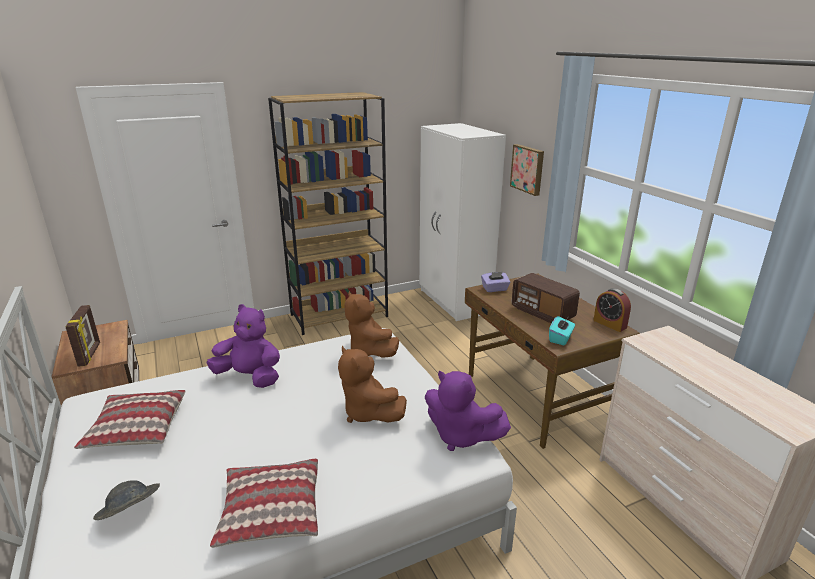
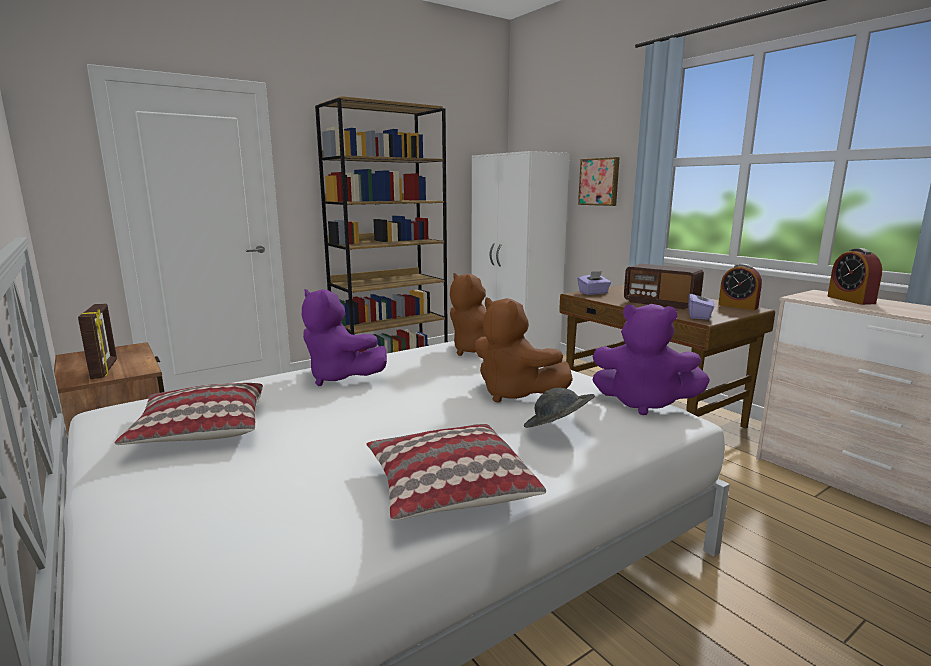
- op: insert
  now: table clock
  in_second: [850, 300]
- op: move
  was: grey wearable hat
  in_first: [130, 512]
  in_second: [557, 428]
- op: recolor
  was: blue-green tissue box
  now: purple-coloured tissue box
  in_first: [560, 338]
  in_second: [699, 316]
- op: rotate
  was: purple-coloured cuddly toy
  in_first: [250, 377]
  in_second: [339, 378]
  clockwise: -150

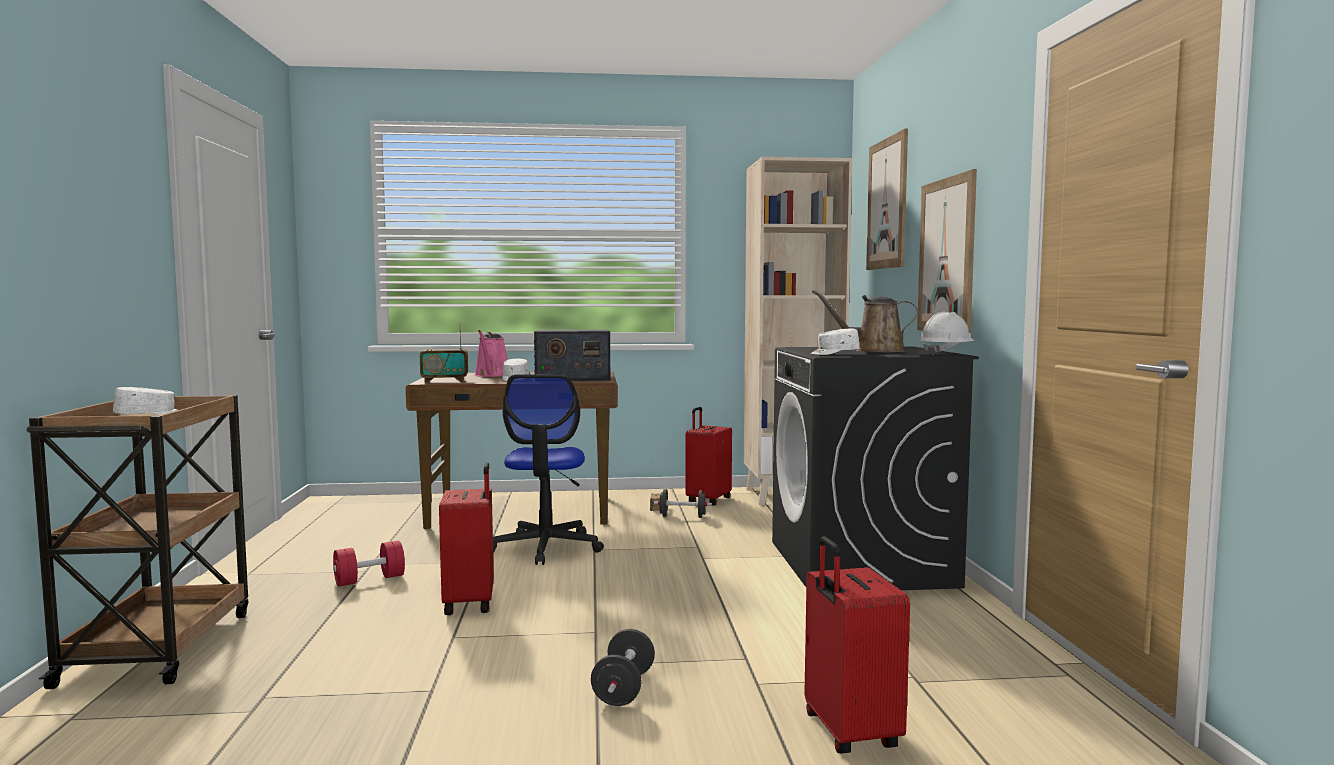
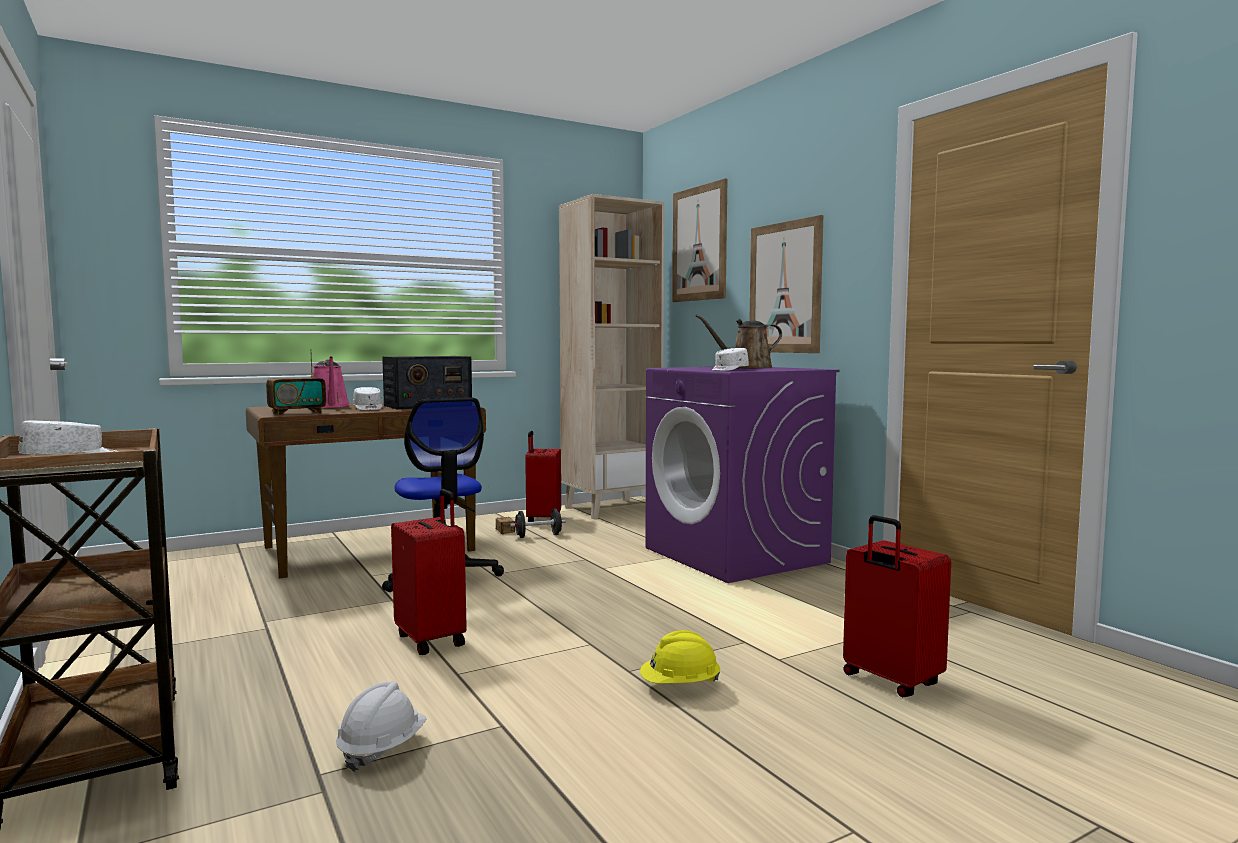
- op: delete
  was: red free weight
  in_first: [369, 580]
- op: move
  was: whitish work helmet
  in_first: [945, 354]
  in_second: [381, 749]
- op: replace
  was: black free weight
  now: yellow work helmet
  in_first: [624, 689]
  in_second: [680, 686]
- op: recolor
  was: black laundry machine
  now: purple-coloured laundry machine
  in_first: [861, 564]
  in_second: [736, 555]

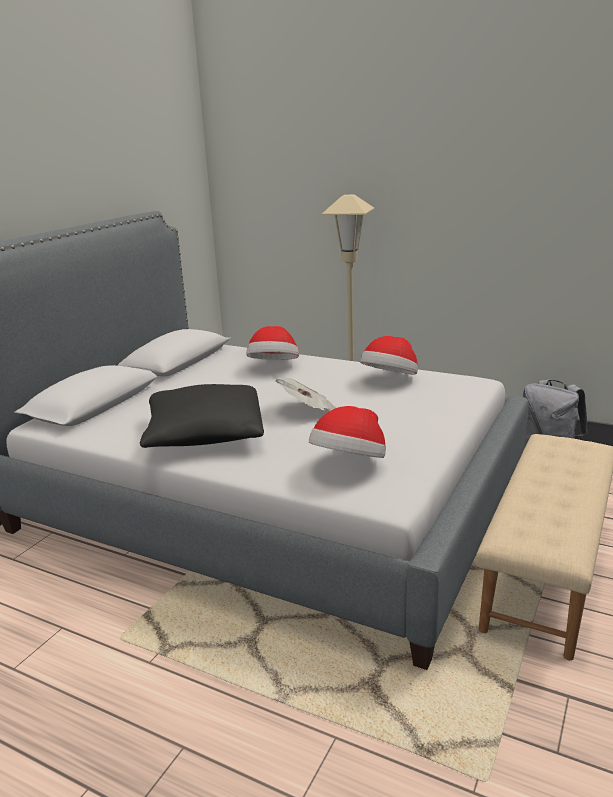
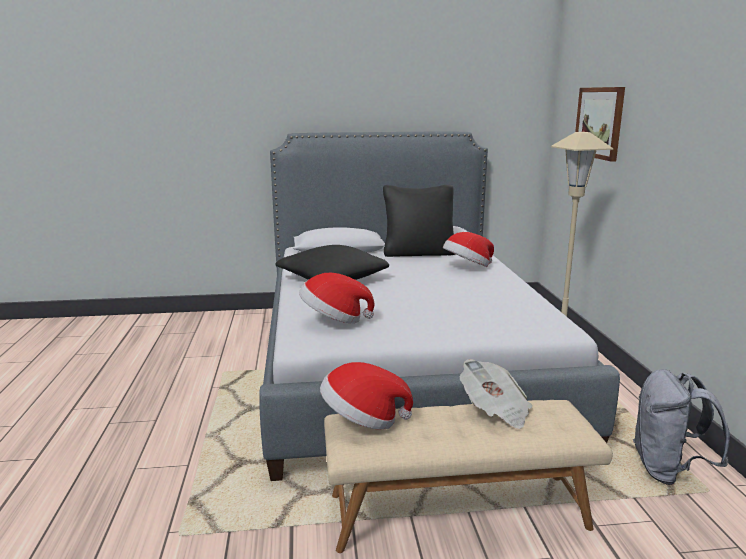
- op: insert
  now: black pillow
  in_second: [418, 253]
- op: insert
  now: wall picture
  in_second: [599, 122]
- op: move
  was: printed paper
  in_first: [308, 411]
  in_second: [495, 410]
- op: move
  was: wearable hat
  in_first: [390, 379]
  in_second: [363, 420]

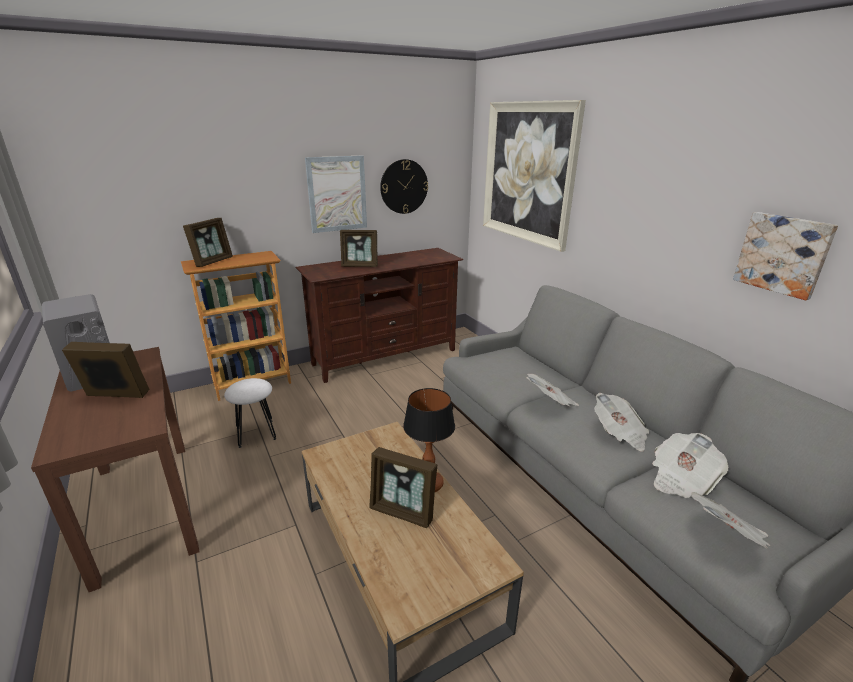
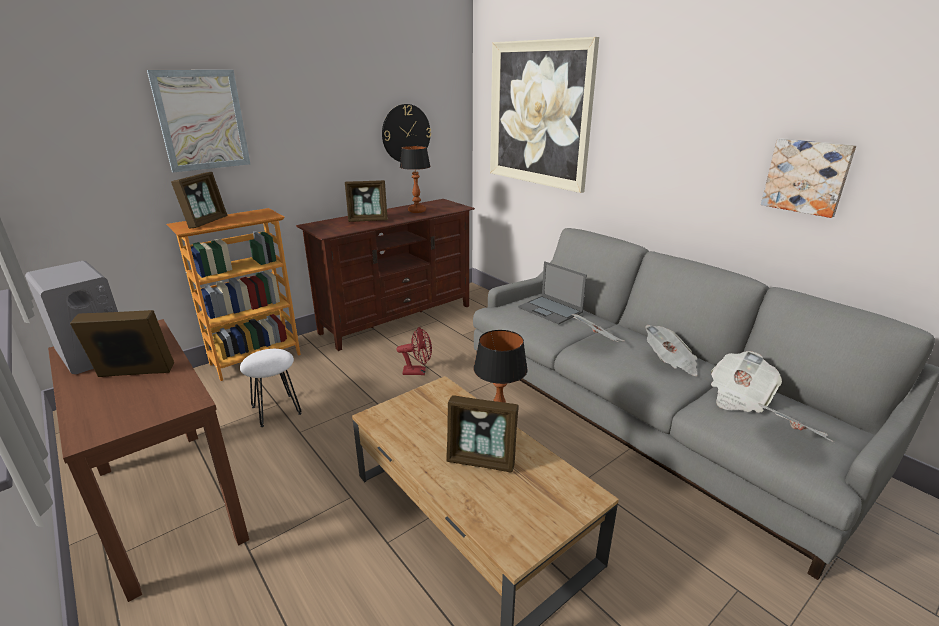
- op: insert
  now: red electric fan
  in_second: [418, 372]
- op: insert
  now: table lamp
  in_second: [417, 211]
- op: insert
  now: notebook computer
  in_second: [551, 310]
- op: move
  was: wall picture
  in_first: [337, 194]
  in_second: [202, 120]

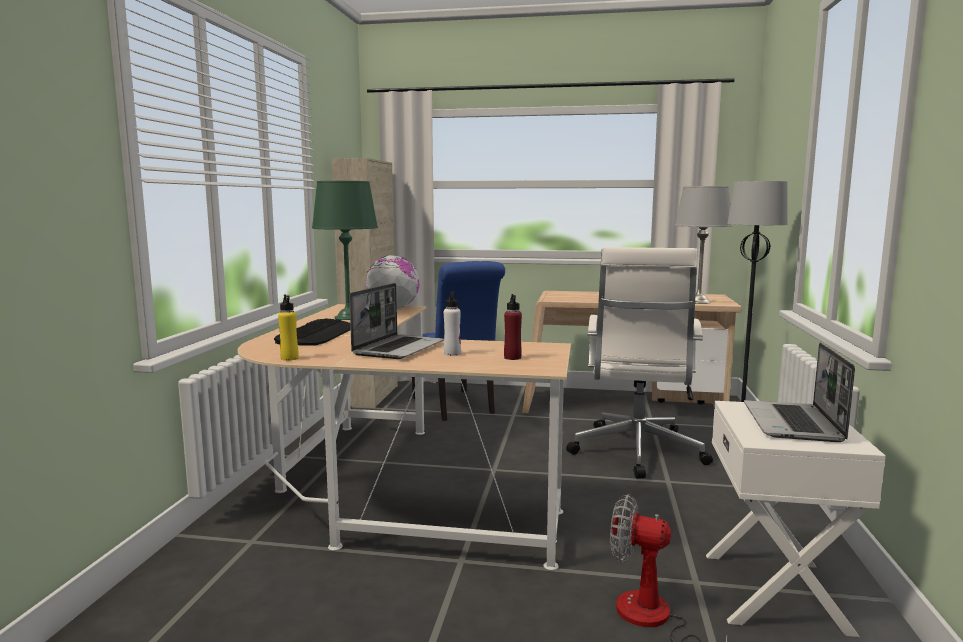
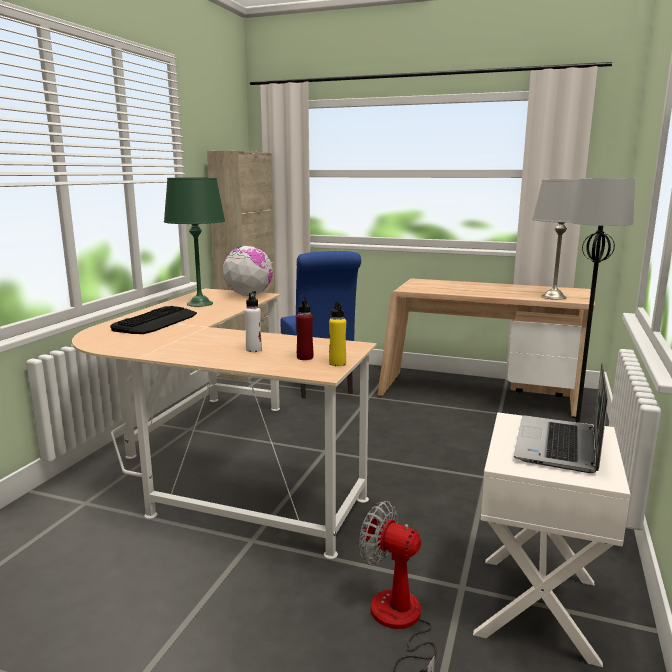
- op: delete
  was: notebook computer
  in_first: [399, 348]
- op: delete
  was: whitish desk chair
  in_first: [636, 452]
- op: move
  was: yellow drink bottle
  in_first: [289, 358]
  in_second: [337, 363]

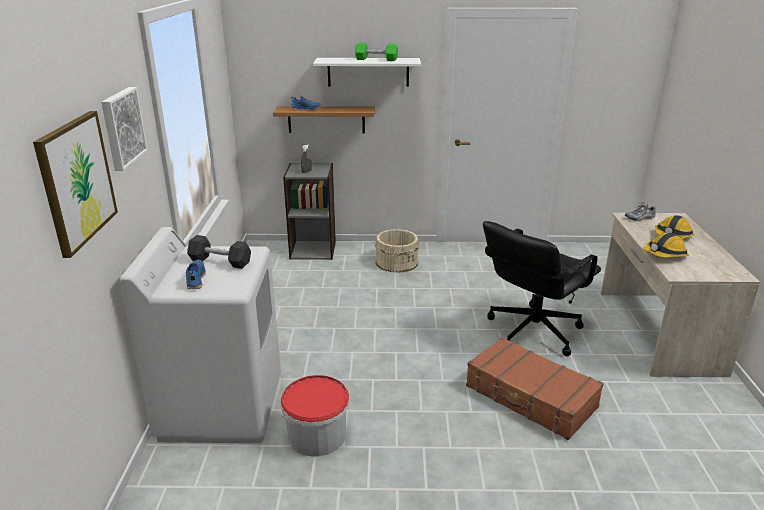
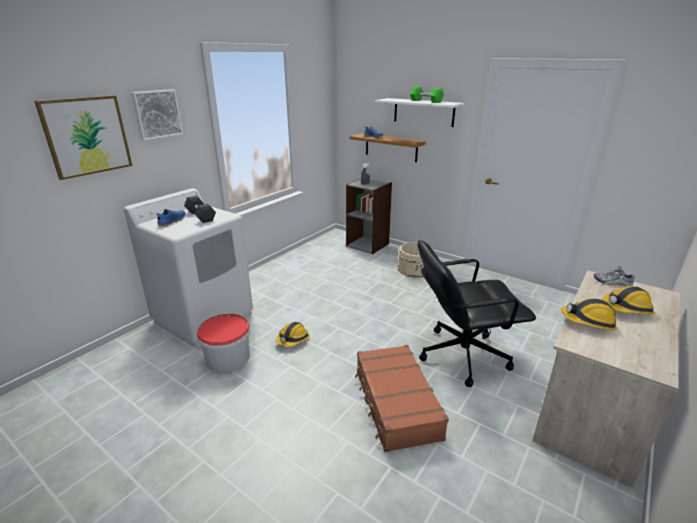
- op: insert
  now: work helmet
  in_second: [293, 340]

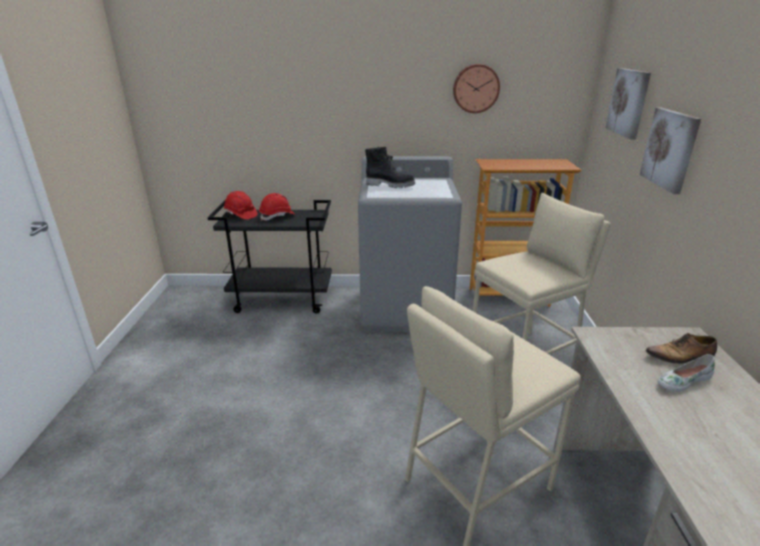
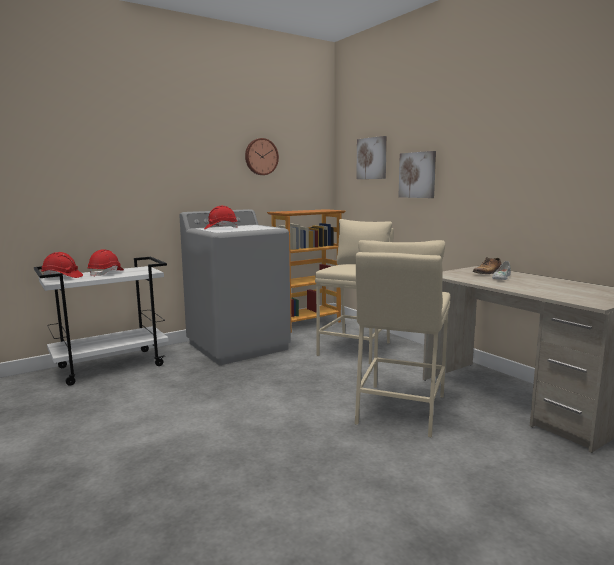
- op: replace
  was: black boot
  now: red work helmet
  in_first: [390, 185]
  in_second: [221, 228]
- op: recolor
  was: black wheeled cart
  now: whitish wheeled cart
  in_first: [283, 300]
  in_second: [112, 366]

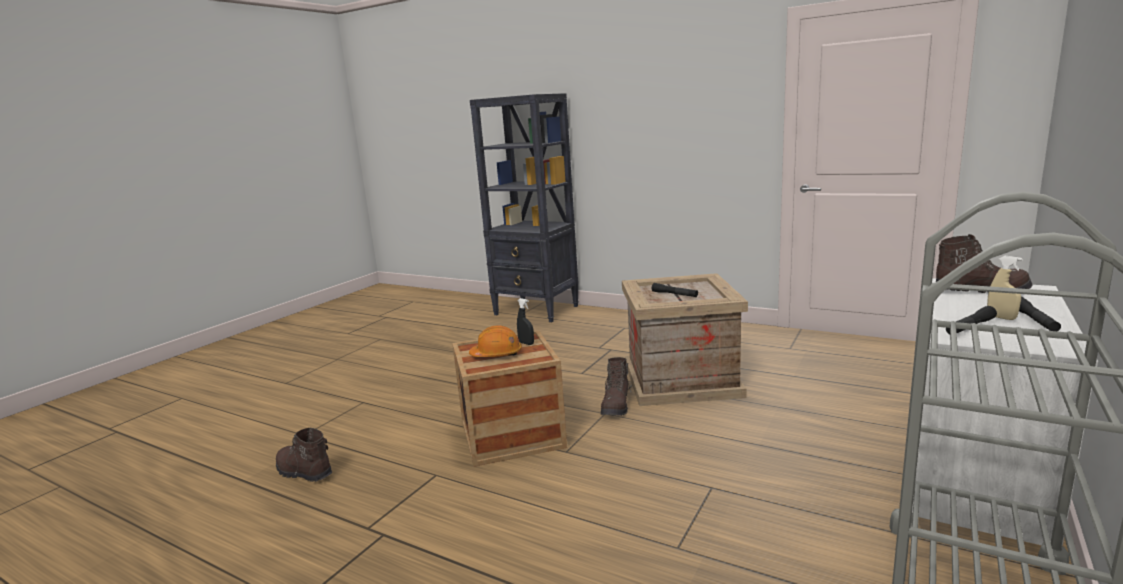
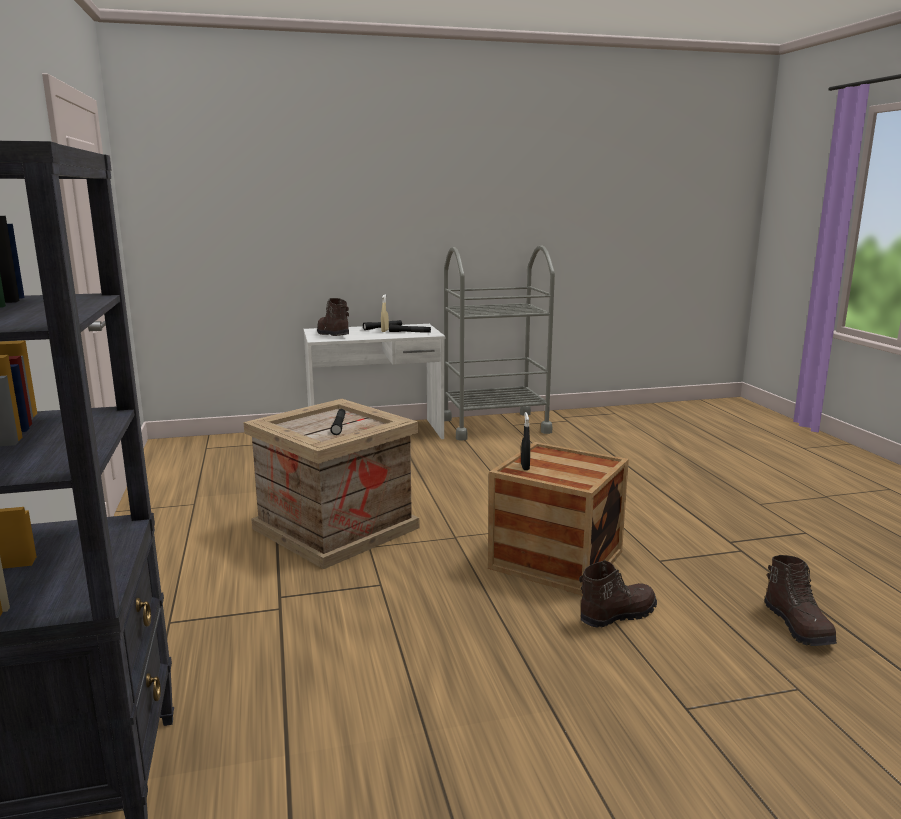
- op: delete
  was: orangey work helmet
  in_first: [497, 354]
- op: move
  was: brown boot
  in_first: [616, 405]
  in_second: [616, 615]

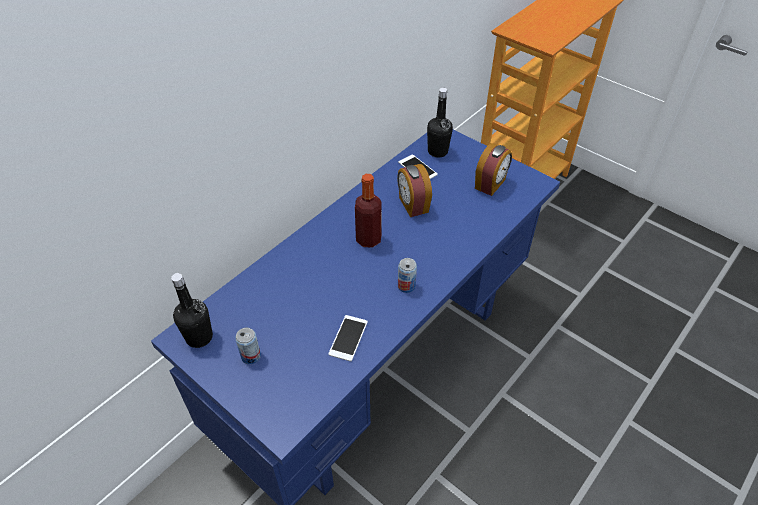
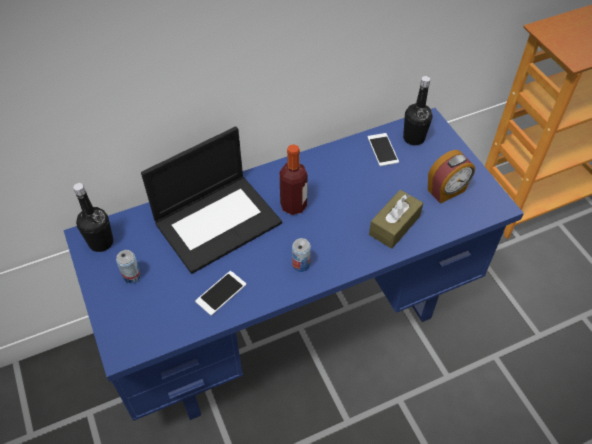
- op: delete
  was: table clock
  in_first: [412, 205]
- op: insert
  now: notebook computer
  in_second: [218, 221]
- op: insert
  now: brown tissue box
  in_second: [394, 225]

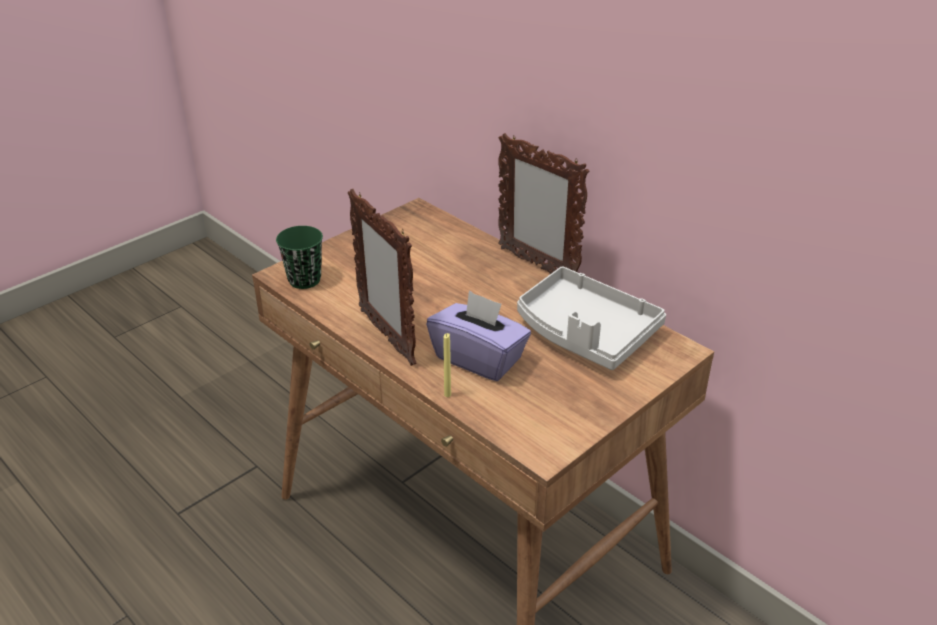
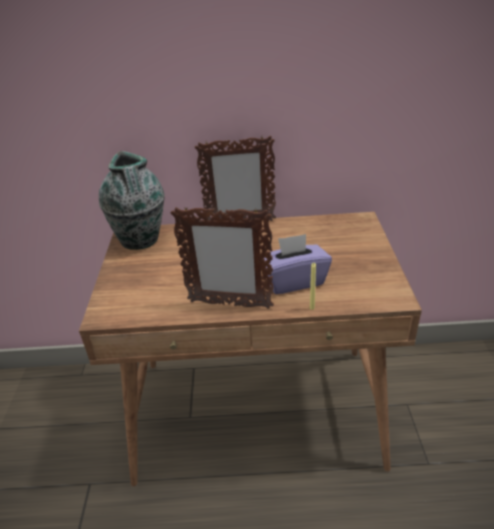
- op: delete
  was: green-coloured drinking cup
  in_first: [304, 280]
- op: delete
  was: grey serving tray
  in_first: [585, 333]
- op: insert
  now: flower vase
  in_second: [140, 240]

